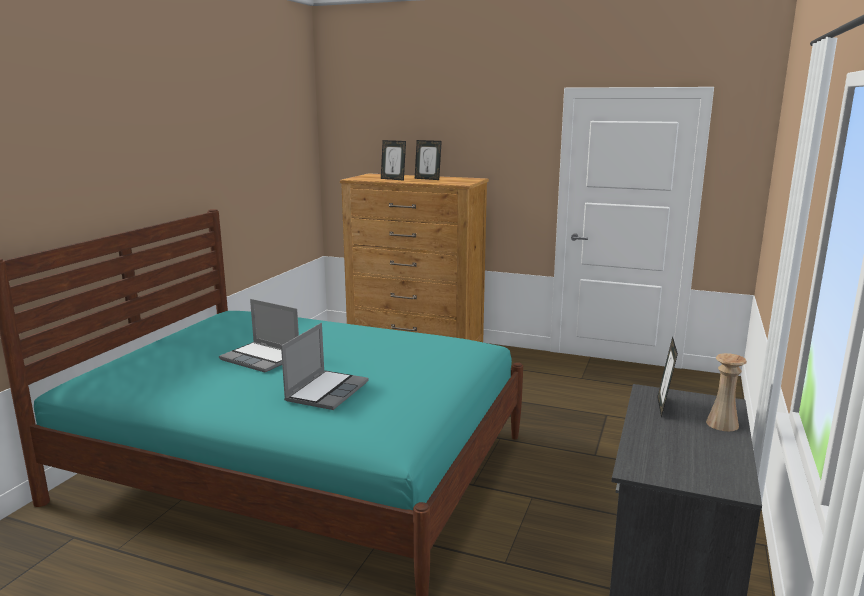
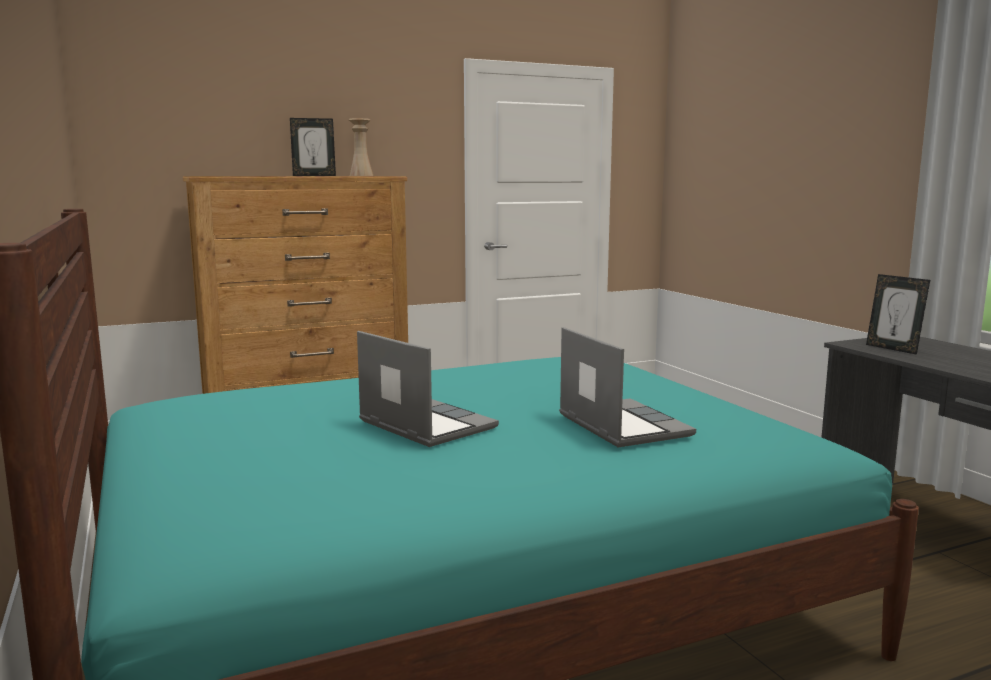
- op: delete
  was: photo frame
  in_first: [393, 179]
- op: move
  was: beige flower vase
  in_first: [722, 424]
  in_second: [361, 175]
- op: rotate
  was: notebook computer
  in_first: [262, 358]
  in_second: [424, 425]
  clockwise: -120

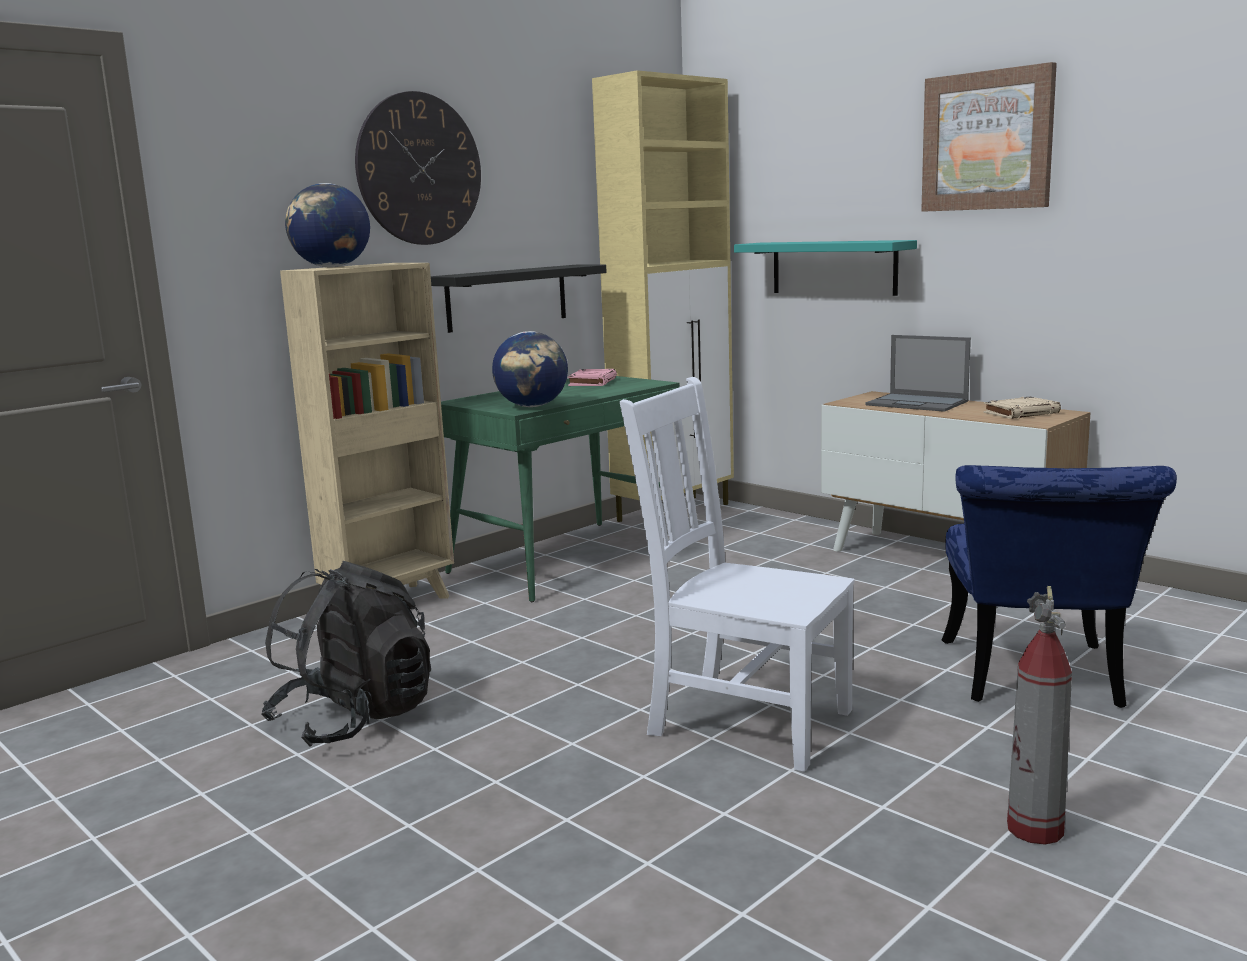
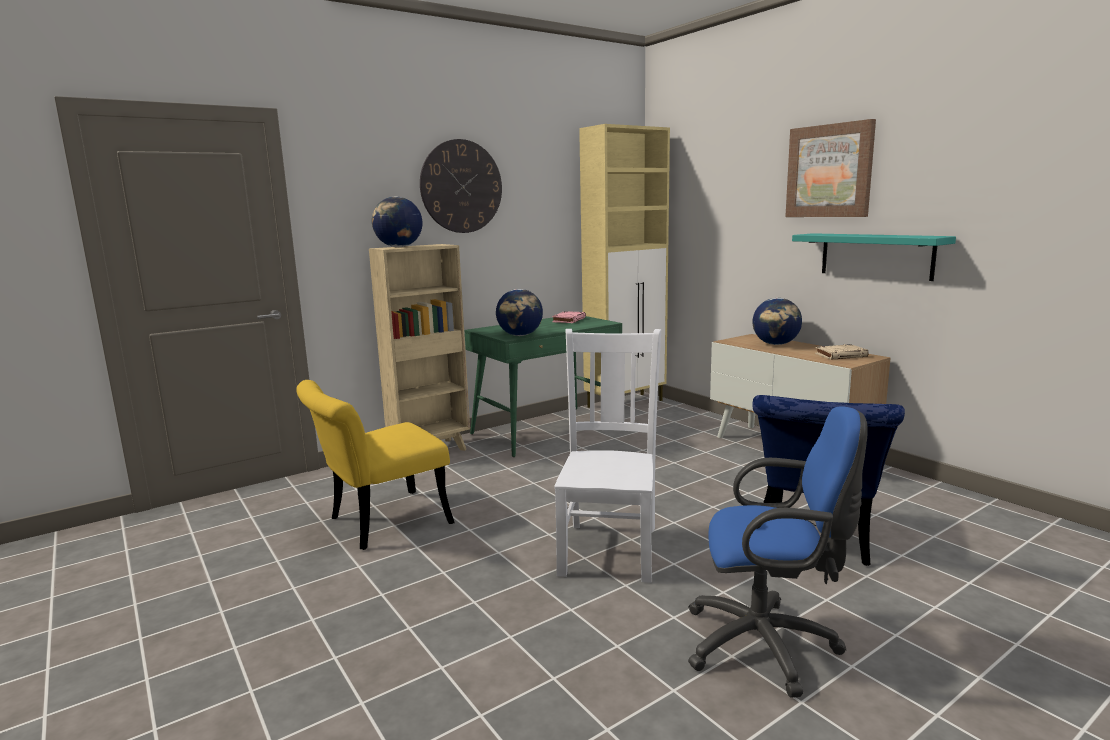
- op: delete
  was: black bracket shelf
  in_first: [507, 297]
- op: move
  was: blue-green bracket shelf
  in_first: [833, 267]
  in_second: [876, 255]
- op: replace
  was: black backpack
  now: yellow plain chair
  in_first: [354, 719]
  in_second: [379, 523]
- op: replace
  was: notebook computer
  now: world globe
  in_first: [918, 403]
  in_second: [776, 344]
- op: replace
  was: extinguisher
  now: bluish desk chair
  in_first: [1035, 830]
  in_second: [768, 646]
- op: rotate
  was: whitish plain chair
  in_first: [743, 720]
  in_second: [609, 548]
  clockwise: 60

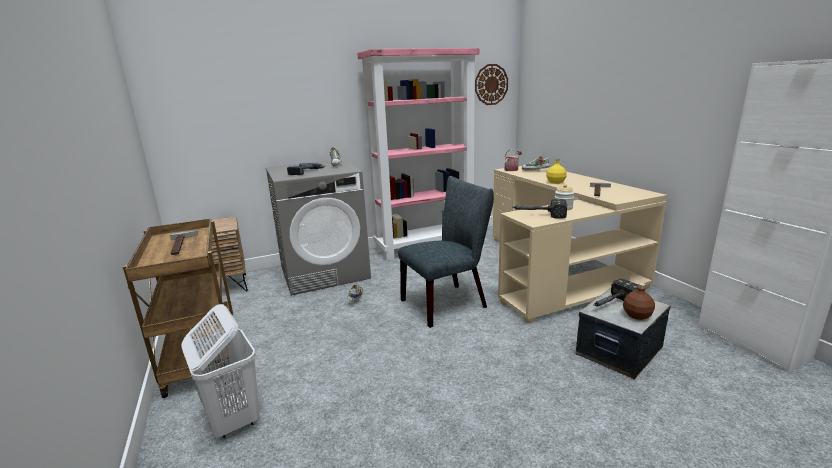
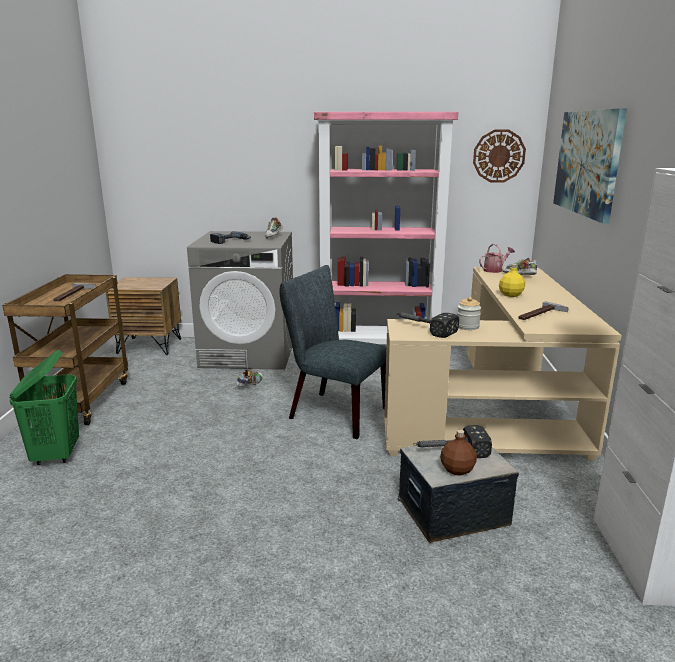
- op: insert
  now: wall picture
  in_second: [587, 162]
- op: recolor
  was: whitish hamper
  now: green-coloured hamper
  in_first: [233, 419]
  in_second: [56, 454]
- op: rotate
  was: grey plain chair
  in_first: [448, 302]
  in_second: [332, 412]
  clockwise: -150

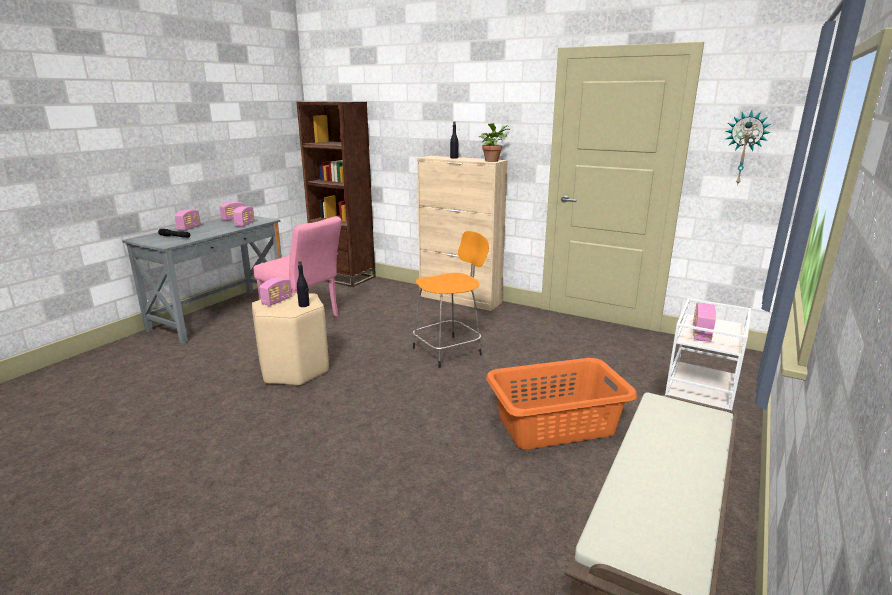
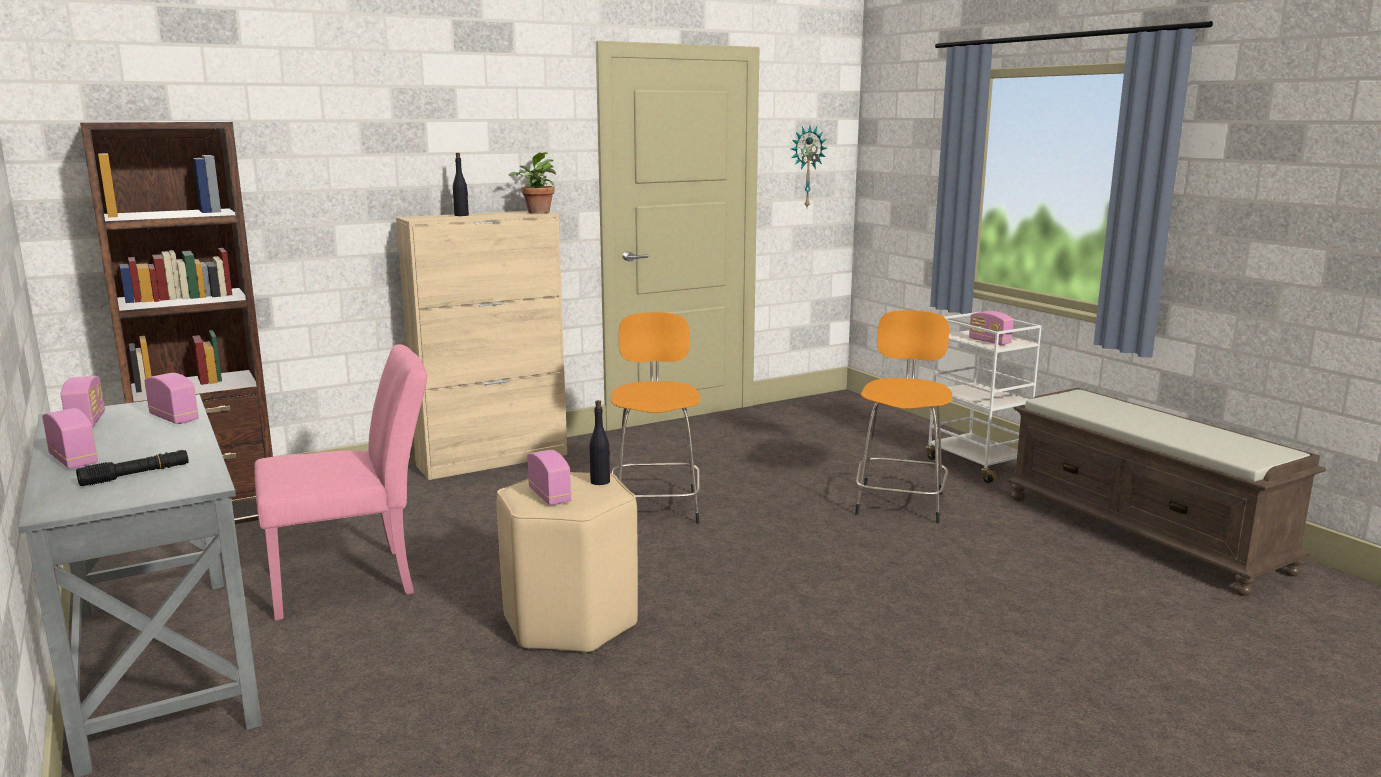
- op: replace
  was: orangey hamper
  now: orangey sitting stool
  in_first: [557, 425]
  in_second: [900, 502]

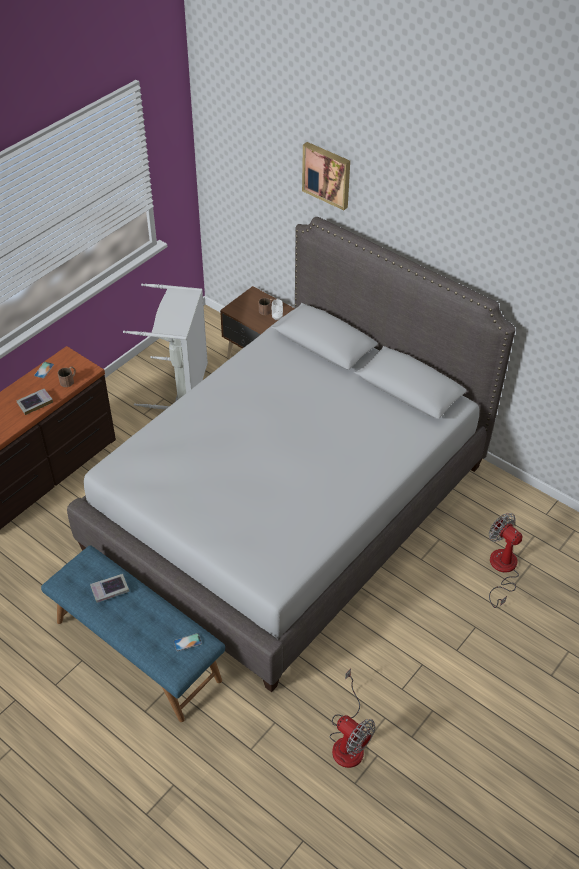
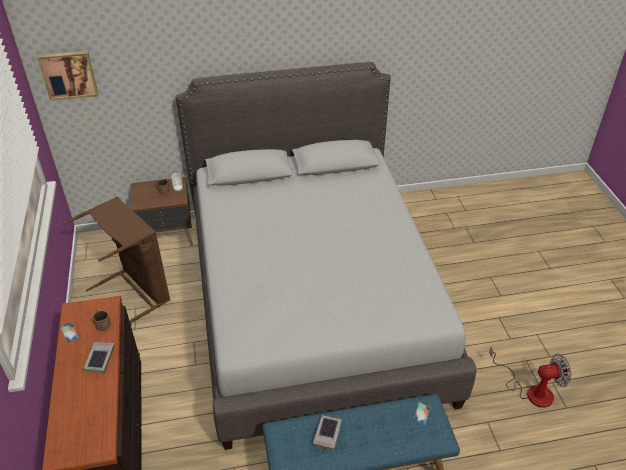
- op: delete
  was: electric fan
  in_first: [502, 570]
- op: move
  was: wall picture
  in_first: [327, 174]
  in_second: [69, 74]
- op: recolor
  was: grey hamper
  now: brown hamper
  in_first: [181, 386]
  in_second: [136, 291]

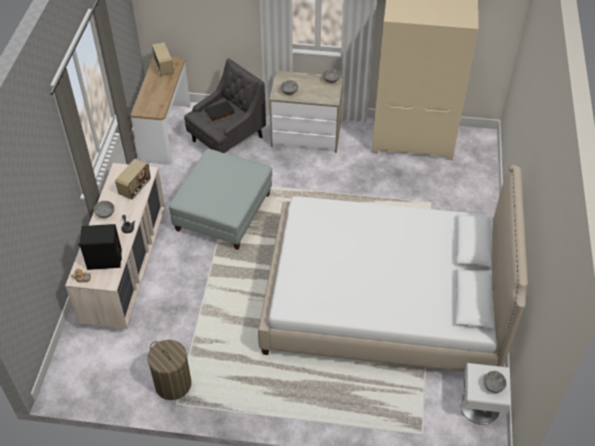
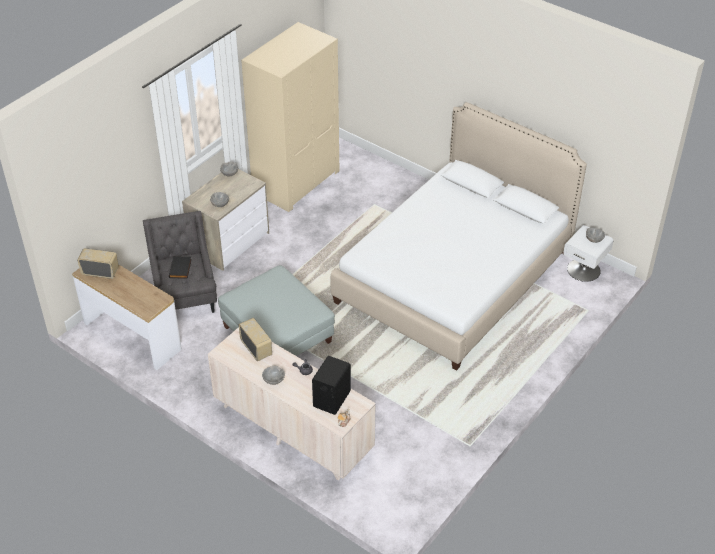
- op: delete
  was: hamper
  in_first: [173, 384]

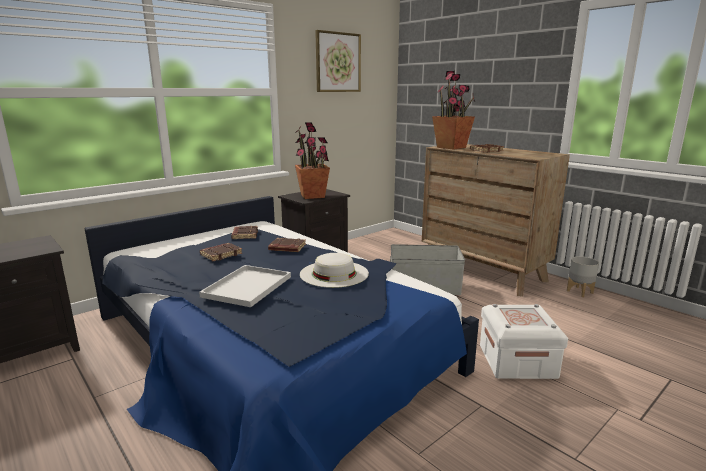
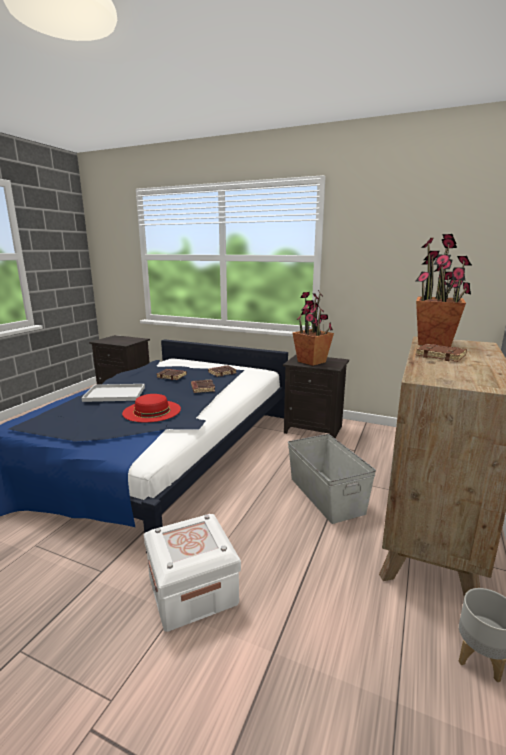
- op: delete
  was: wall picture
  in_first: [338, 62]
- op: recolor
  was: whitish wearable hat
  now: red wearable hat
  in_first: [334, 273]
  in_second: [152, 411]

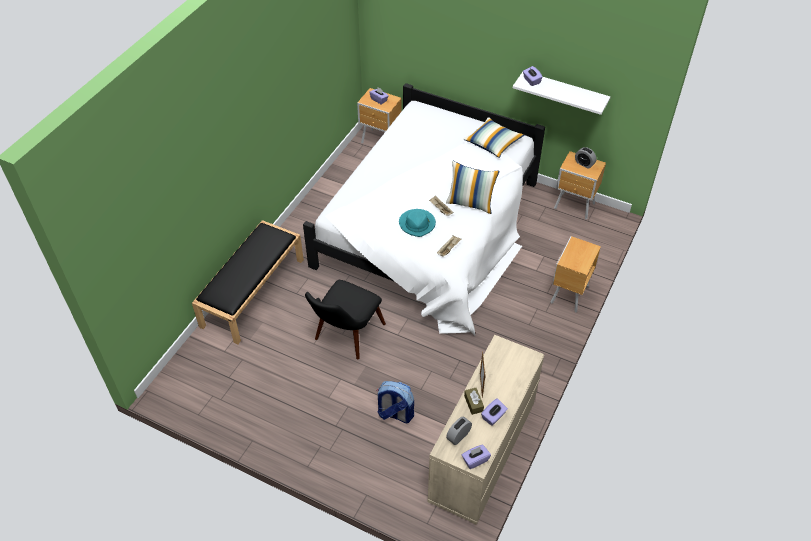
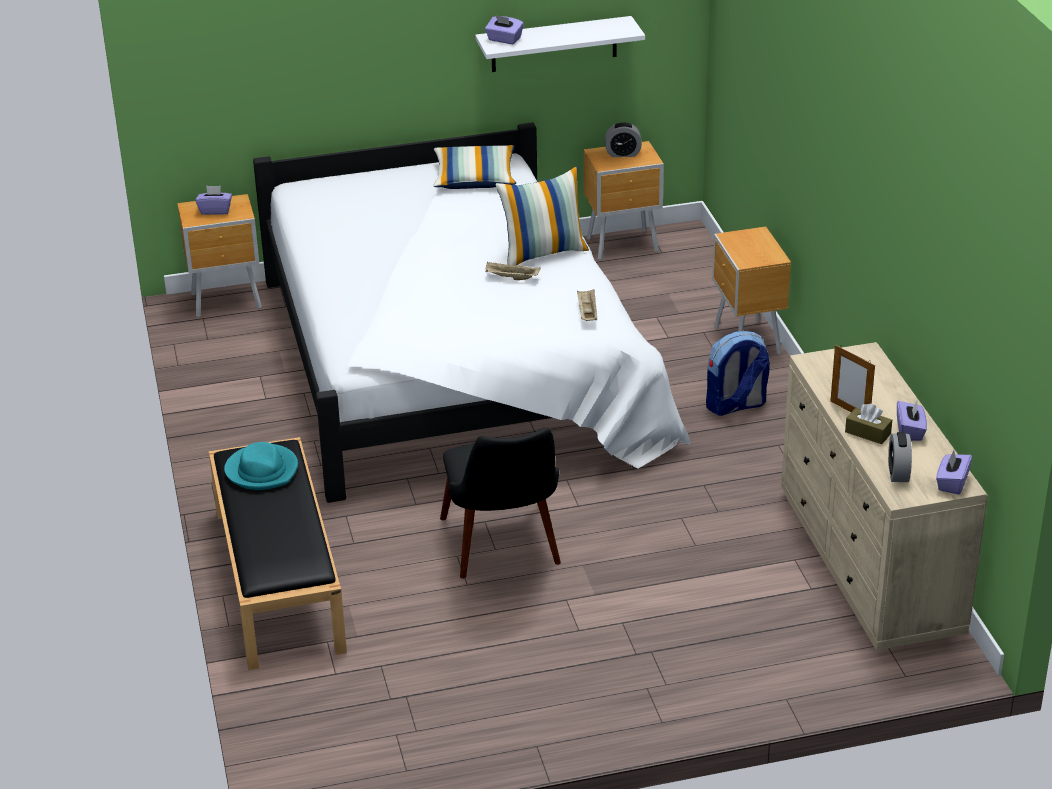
- op: move
  was: backpack
  in_first: [395, 414]
  in_second: [735, 406]
- op: move
  was: blue-green wearable hat
  in_first: [417, 224]
  in_second: [262, 470]

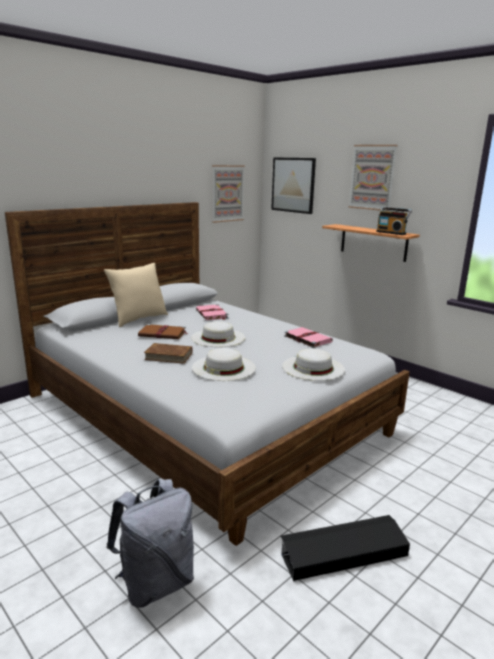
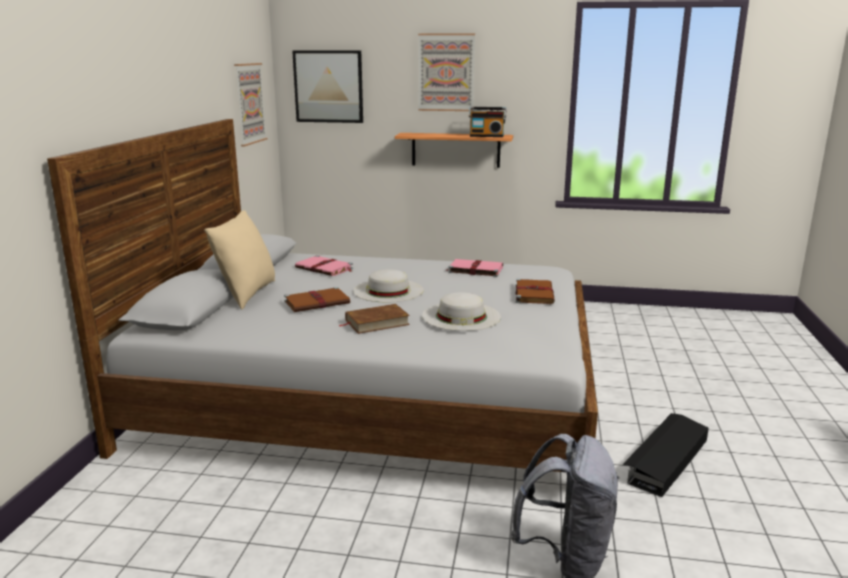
- op: replace
  was: whitish wearable hat
  now: brown bound book
  in_first: [313, 367]
  in_second: [534, 294]

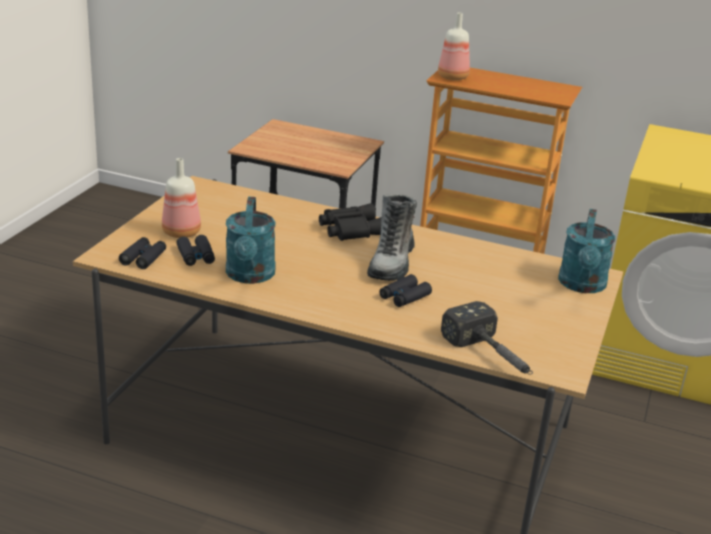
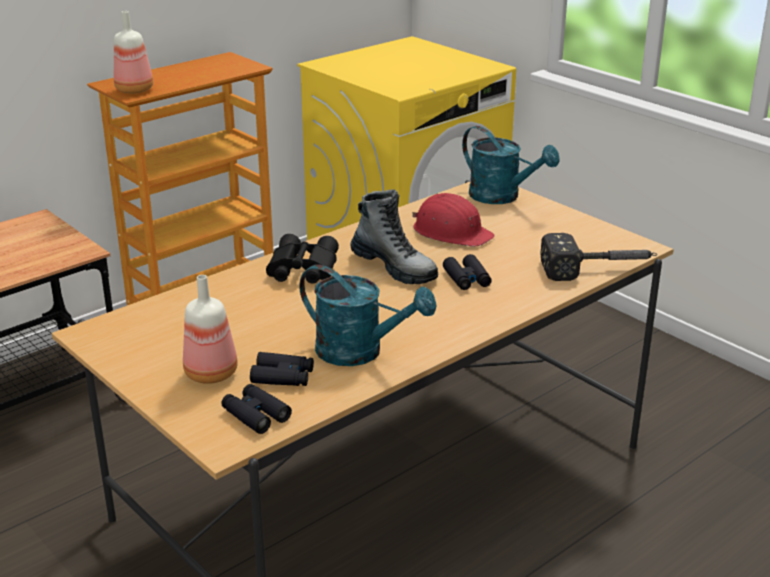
- op: insert
  now: red work helmet
  in_second: [451, 232]

